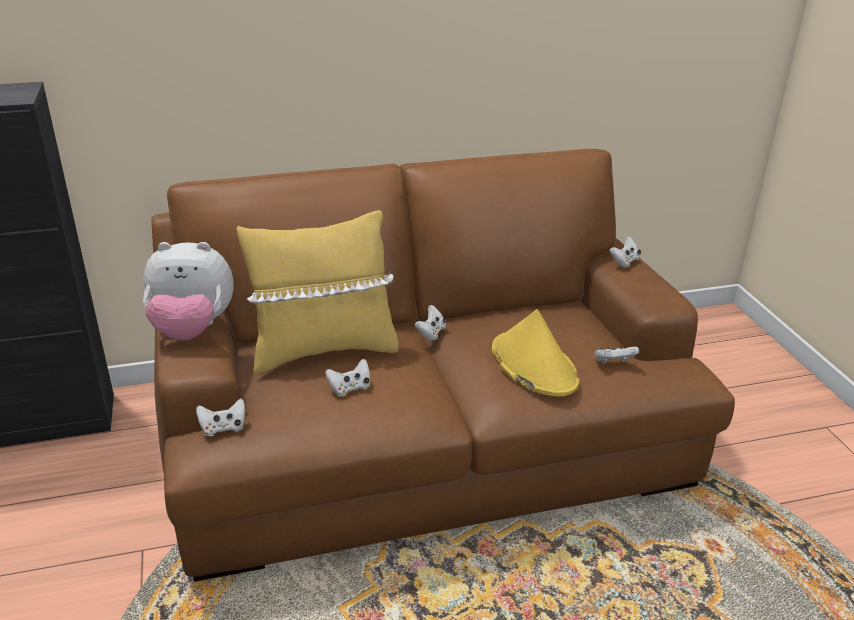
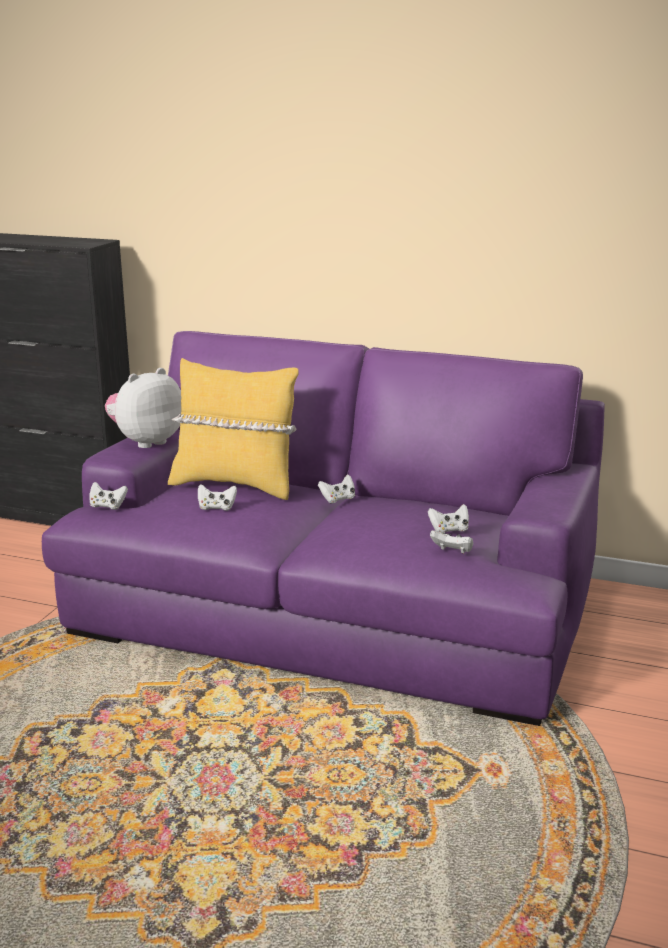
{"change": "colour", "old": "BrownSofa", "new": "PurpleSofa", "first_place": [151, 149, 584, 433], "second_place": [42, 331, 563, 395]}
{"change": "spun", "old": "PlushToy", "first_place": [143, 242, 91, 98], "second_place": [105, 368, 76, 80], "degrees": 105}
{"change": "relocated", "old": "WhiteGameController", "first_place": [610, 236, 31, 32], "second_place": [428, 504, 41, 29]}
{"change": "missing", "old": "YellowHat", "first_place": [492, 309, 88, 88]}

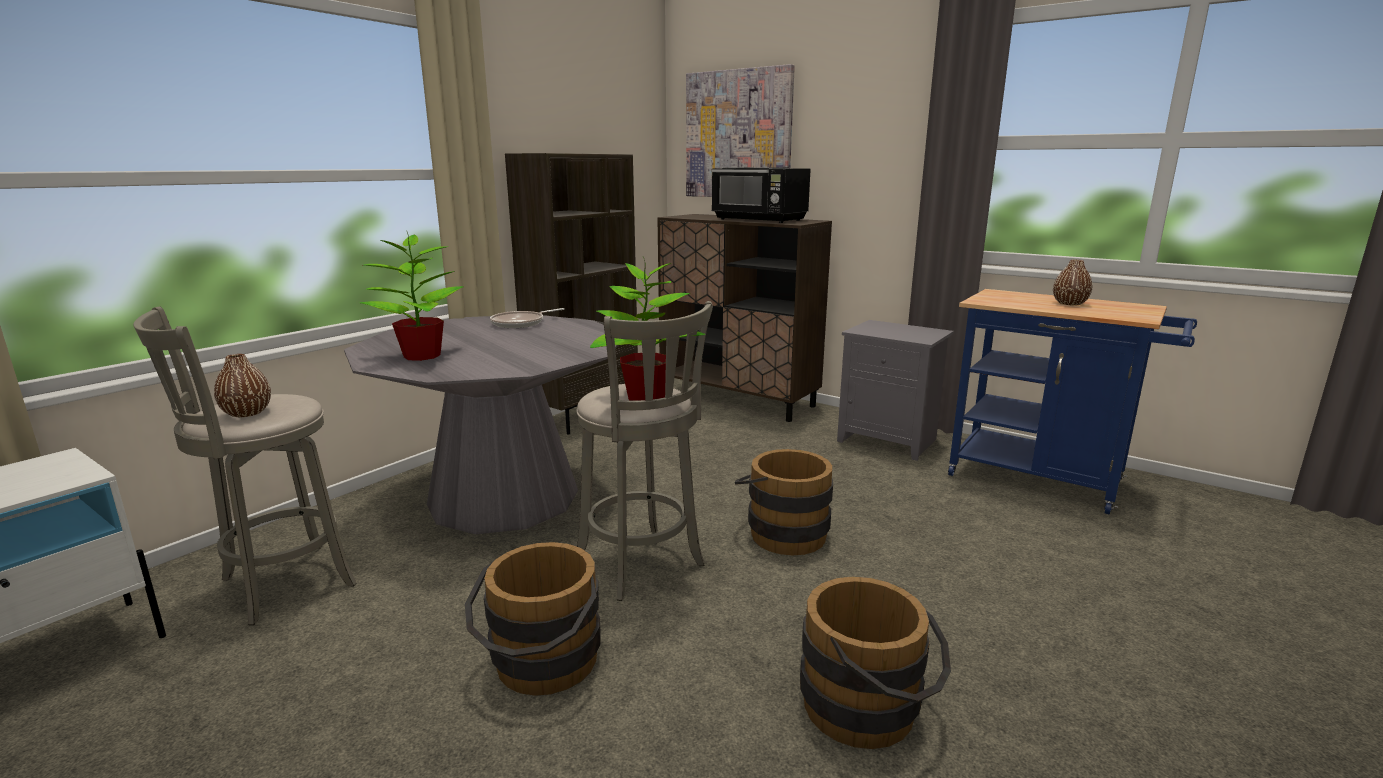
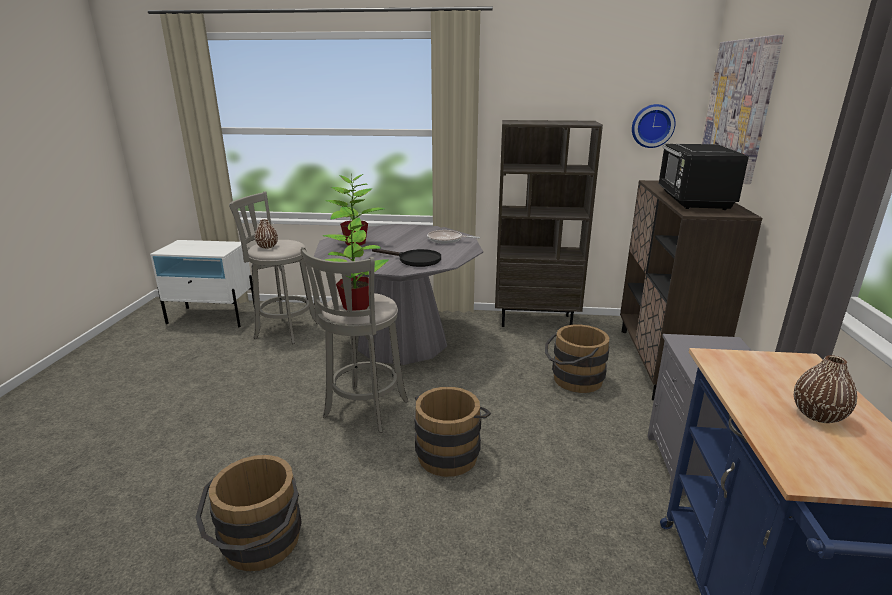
{"change": "appeared", "new": "BlackFryingPan", "second_place": [372, 249, 69, 18]}
{"change": "relocated", "old": "BrownBucket", "first_place": [465, 542, 136, 154], "second_place": [545, 325, 64, 68]}
{"change": "appeared", "new": "WallClock", "second_place": [632, 104, 43, 44]}

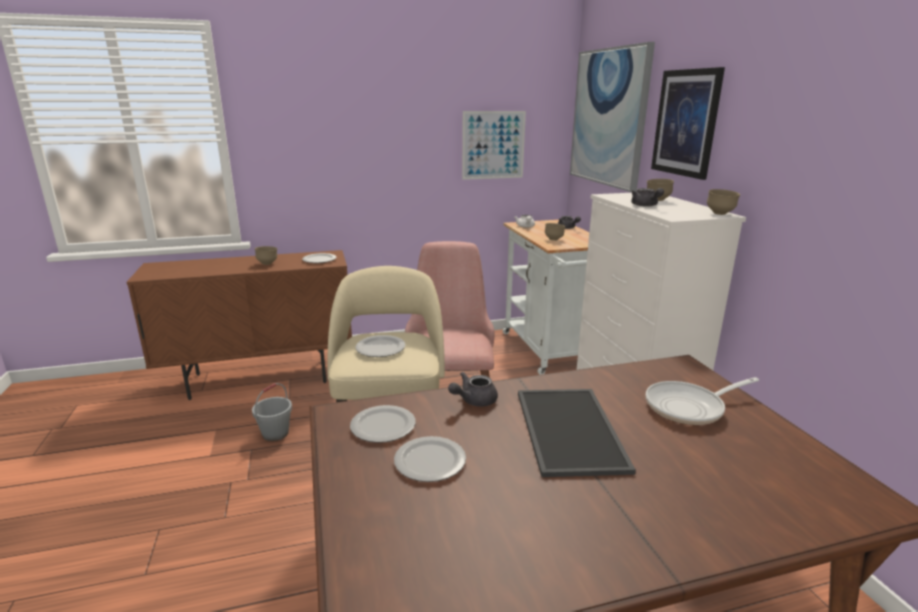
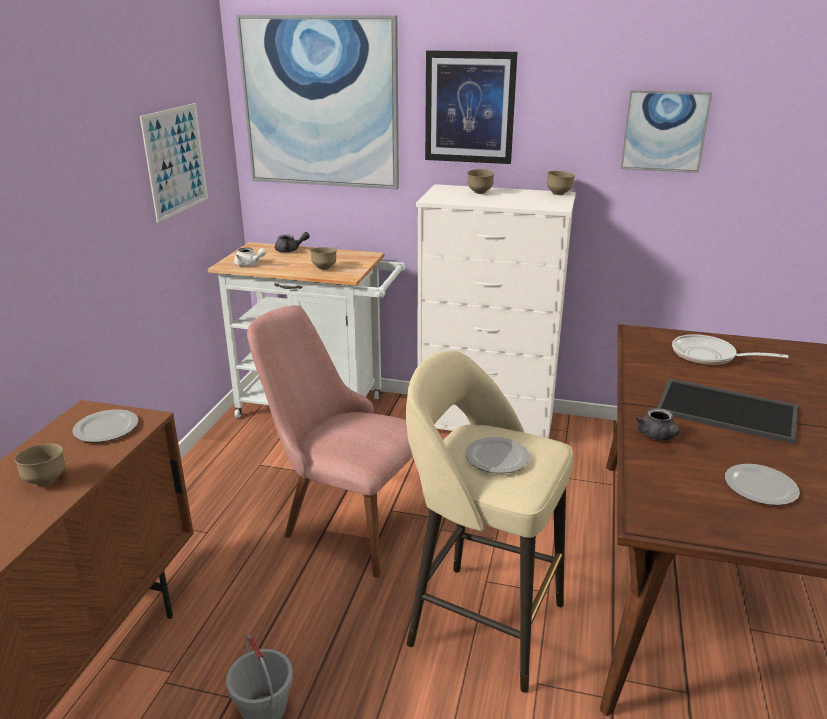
{"change": "appeared", "new": "Picture", "second_place": [620, 90, 92, 83]}
{"change": "spun", "old": "FryingPan", "first_place": [646, 377, 113, 48], "second_place": [672, 334, 117, 31], "degrees": 105}
{"change": "missing", "old": "Plate", "first_place": [350, 405, 66, 38]}
{"change": "missing", "old": "GreyTeapot", "first_place": [631, 188, 33, 19]}

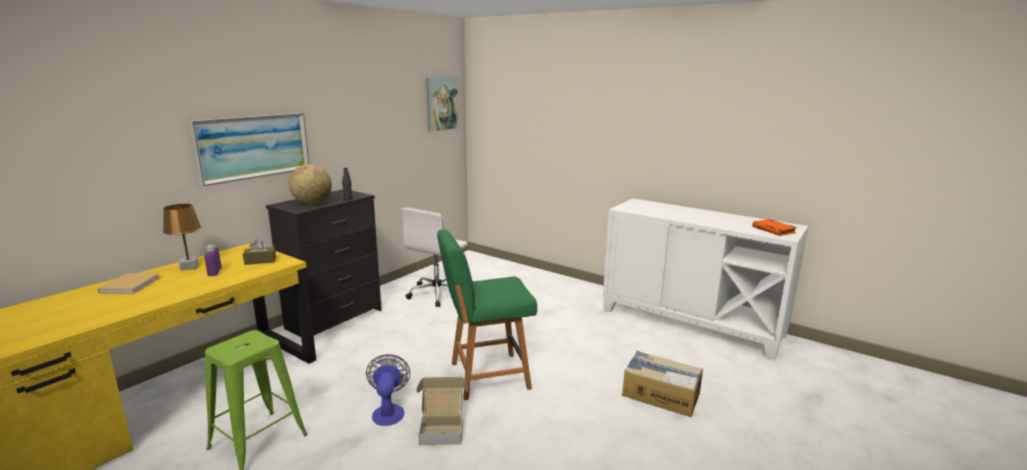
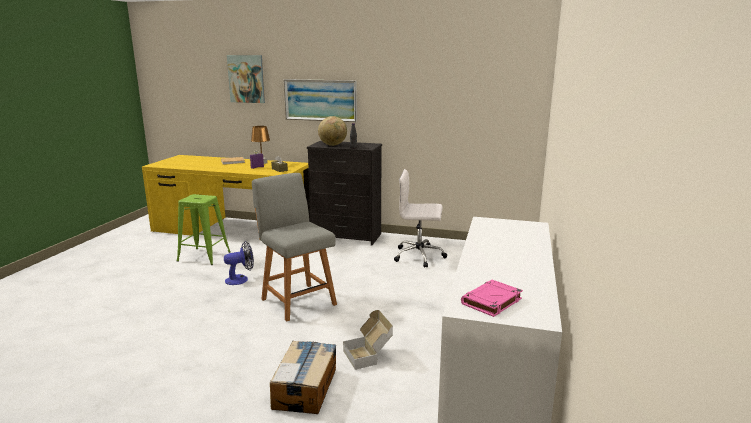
{"change": "relocated", "old": "Picture", "first_place": [426, 77, 32, 55], "second_place": [227, 55, 38, 48]}
{"change": "colour", "old": "GreenChair", "new": "GreyChair", "first_place": [437, 229, 100, 171], "second_place": [252, 173, 85, 149]}
{"change": "relocated", "old": "CardboardBox", "first_place": [417, 377, 51, 68], "second_place": [343, 310, 50, 60]}
{"change": "colour", "old": "OrangeBook", "new": "PinkBook", "first_place": [752, 219, 45, 17], "second_place": [461, 280, 62, 37]}

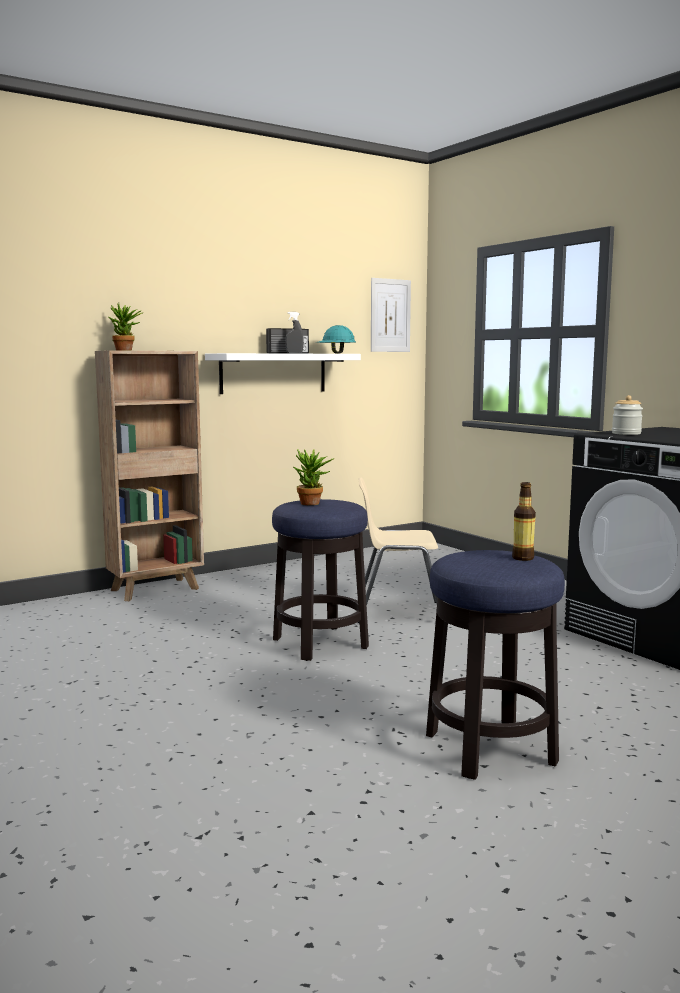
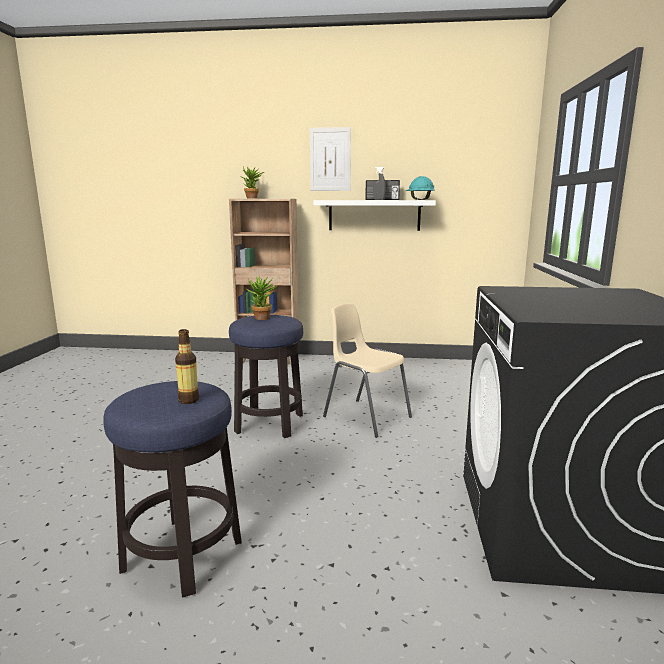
{"change": "relocated", "old": "Picture", "first_place": [371, 278, 40, 74], "second_place": [310, 127, 41, 64]}
{"change": "missing", "old": "Jar", "first_place": [612, 395, 31, 40]}

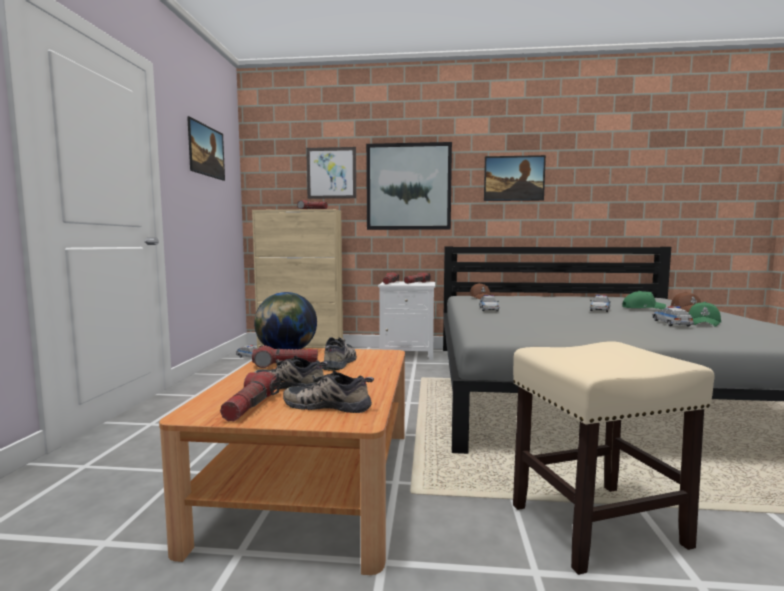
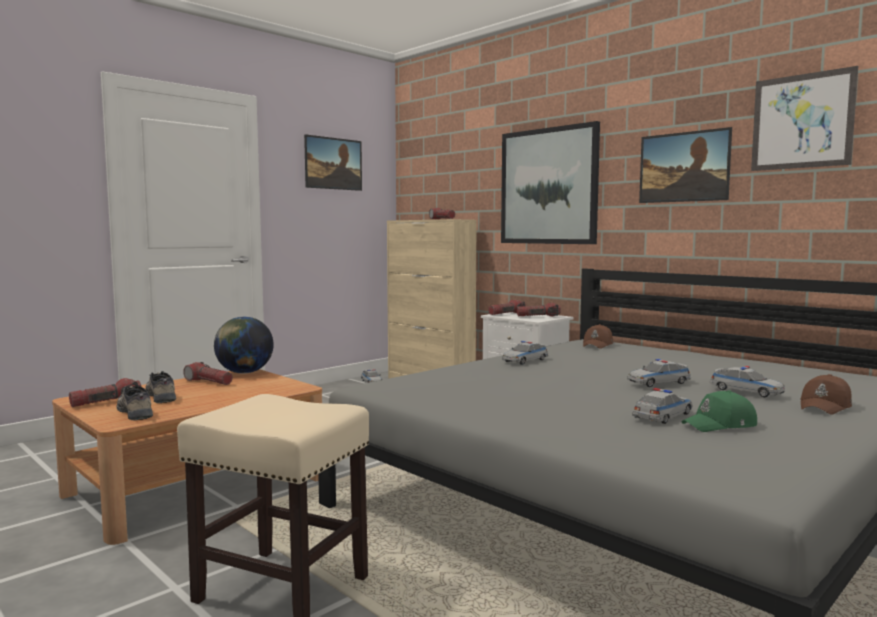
{"change": "exchanged", "old": "GreenCap", "new": "ToyCar", "first_place": [622, 291, 44, 18], "second_place": [710, 366, 75, 31]}
{"change": "relocated", "old": "Picture", "first_place": [306, 147, 50, 52], "second_place": [751, 66, 107, 105]}
{"change": "missing", "old": "Shoe", "first_place": [322, 337, 35, 34]}

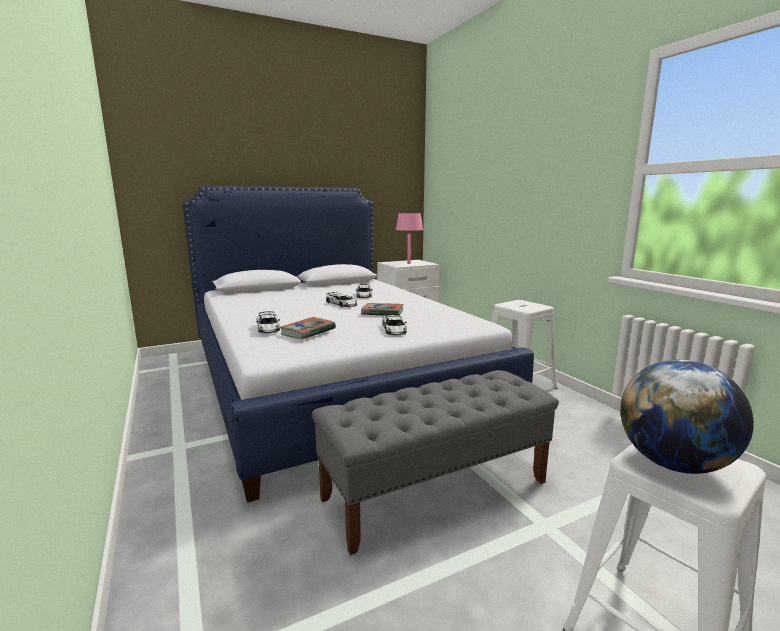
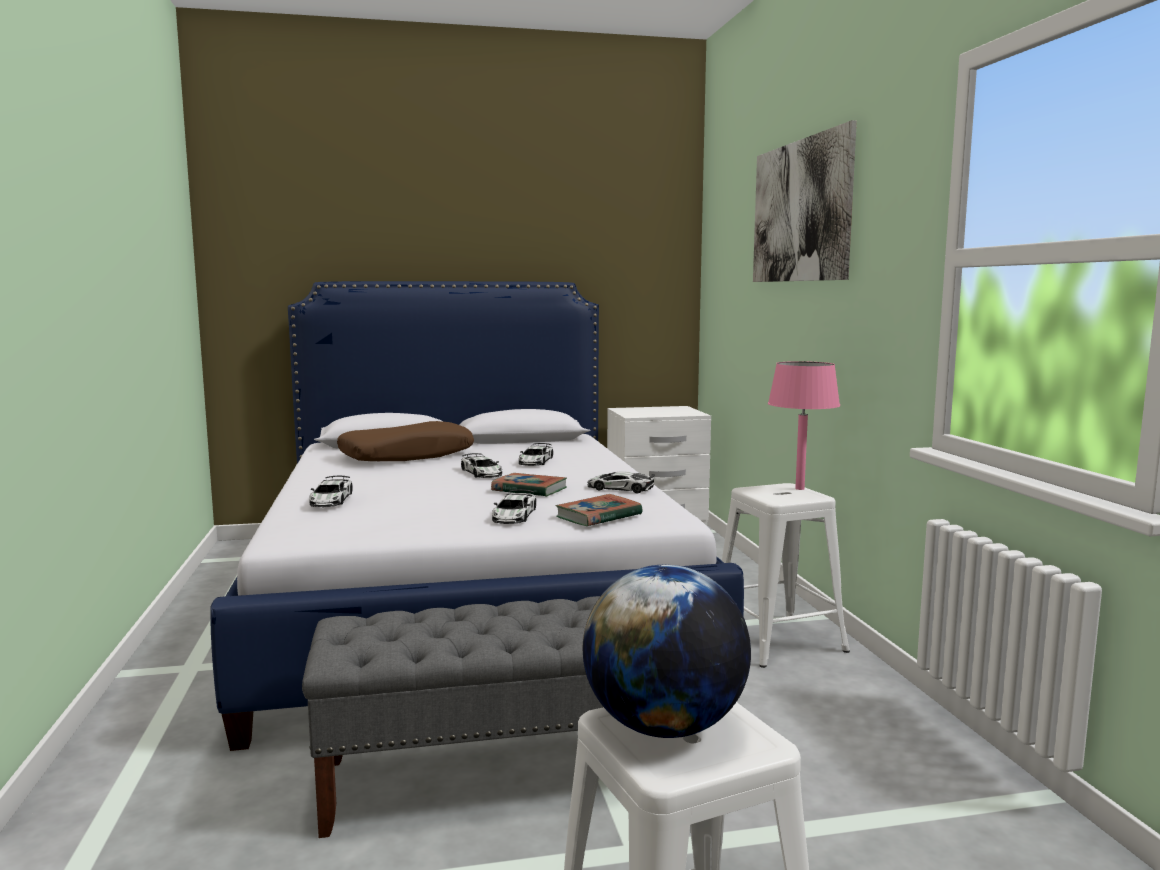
{"change": "appeared", "new": "BrownPillow", "second_place": [337, 421, 137, 40]}
{"change": "relocated", "old": "Book", "first_place": [280, 317, 56, 22], "second_place": [556, 494, 86, 32]}
{"change": "appeared", "new": "ToyCar", "second_place": [587, 471, 68, 23]}
{"change": "appeared", "new": "Picture", "second_place": [753, 120, 104, 162]}
{"change": "relocated", "old": "PinkTableLamp", "first_place": [396, 213, 27, 51], "second_place": [768, 361, 72, 129]}

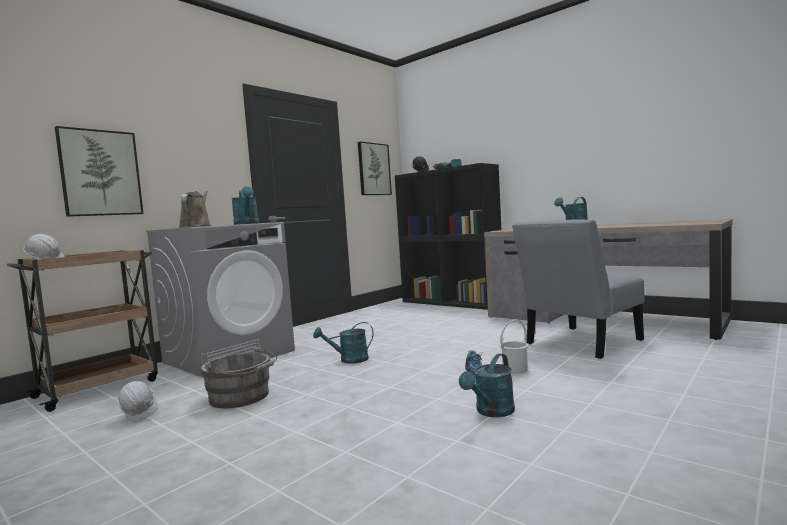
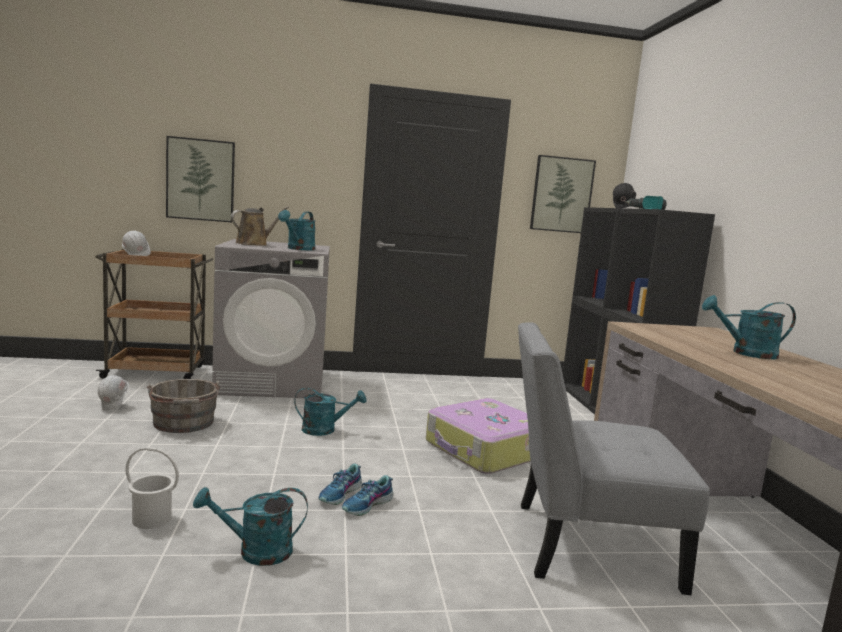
{"change": "relocated", "old": "WhiteBucket", "first_place": [500, 319, 29, 55], "second_place": [125, 447, 54, 82]}
{"change": "spun", "old": "TurquoiseWateringCan", "first_place": [313, 322, 60, 42], "second_place": [294, 388, 72, 48], "degrees": 150}
{"change": "appeared", "new": "Shoe", "second_place": [318, 464, 44, 41]}
{"change": "appeared", "new": "Suitcase", "second_place": [426, 398, 105, 76]}

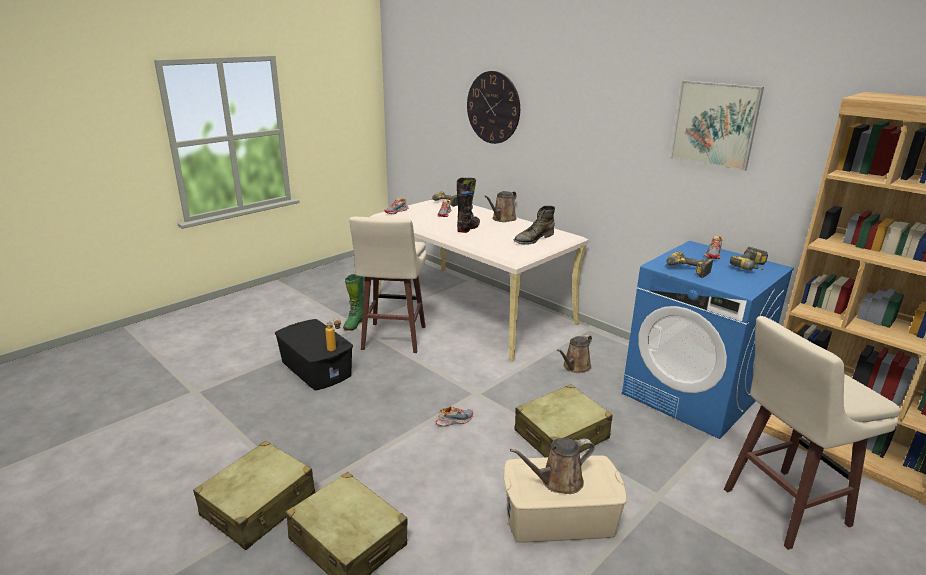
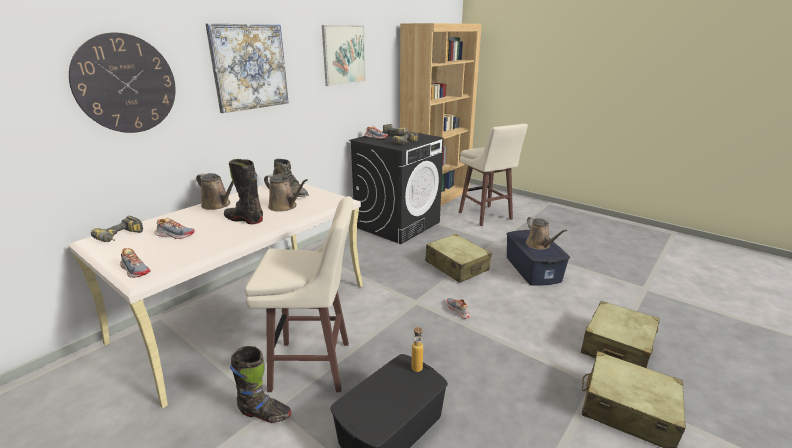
{"change": "appeared", "new": "Picture", "second_place": [206, 24, 83, 89]}
{"change": "colour", "old": "GreenBoot", "new": "BlackBoot", "first_place": [343, 274, 21, 57], "second_place": [230, 346, 61, 77]}
{"change": "relocated", "old": "BrownWateringCan", "first_place": [557, 334, 35, 39], "second_place": [264, 174, 44, 38]}
{"change": "colour", "old": "BlueWashingMachine", "new": "BlackWashingMachine", "first_place": [622, 241, 172, 198], "second_place": [349, 131, 95, 113]}
{"change": "colour", "old": "BeigeStorageBox", "new": "BlueStorageBox", "first_place": [503, 456, 124, 87], "second_place": [507, 230, 63, 56]}

